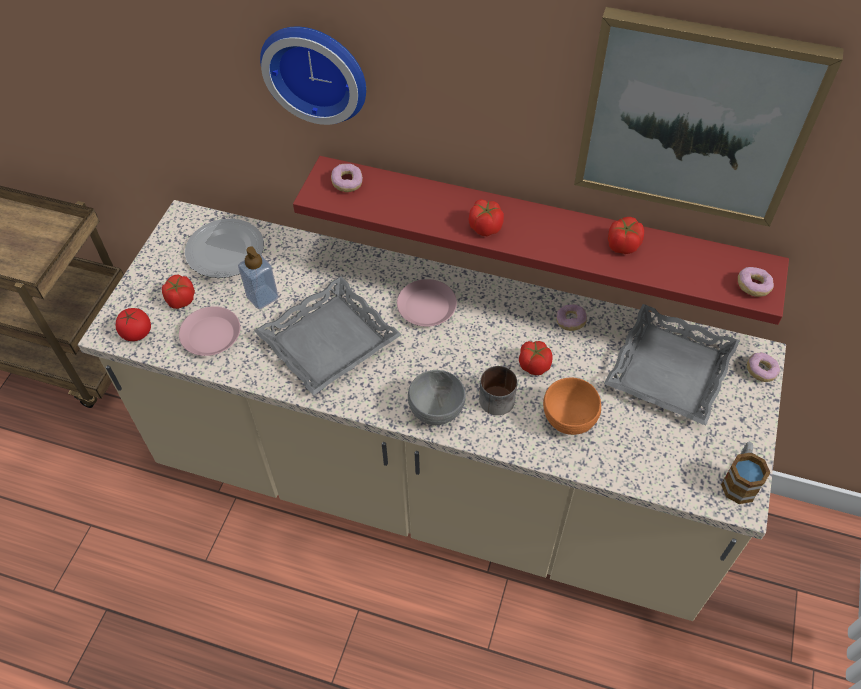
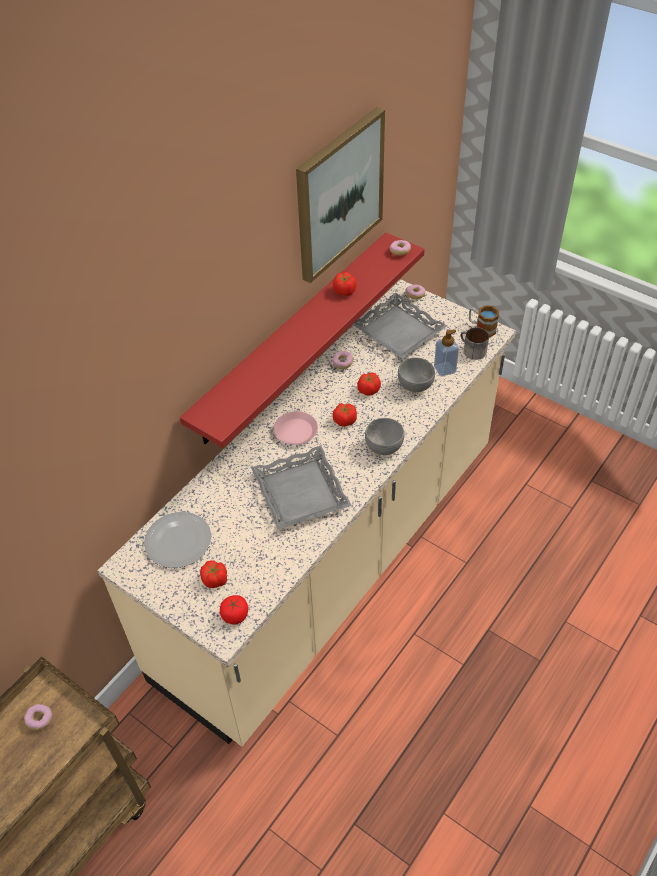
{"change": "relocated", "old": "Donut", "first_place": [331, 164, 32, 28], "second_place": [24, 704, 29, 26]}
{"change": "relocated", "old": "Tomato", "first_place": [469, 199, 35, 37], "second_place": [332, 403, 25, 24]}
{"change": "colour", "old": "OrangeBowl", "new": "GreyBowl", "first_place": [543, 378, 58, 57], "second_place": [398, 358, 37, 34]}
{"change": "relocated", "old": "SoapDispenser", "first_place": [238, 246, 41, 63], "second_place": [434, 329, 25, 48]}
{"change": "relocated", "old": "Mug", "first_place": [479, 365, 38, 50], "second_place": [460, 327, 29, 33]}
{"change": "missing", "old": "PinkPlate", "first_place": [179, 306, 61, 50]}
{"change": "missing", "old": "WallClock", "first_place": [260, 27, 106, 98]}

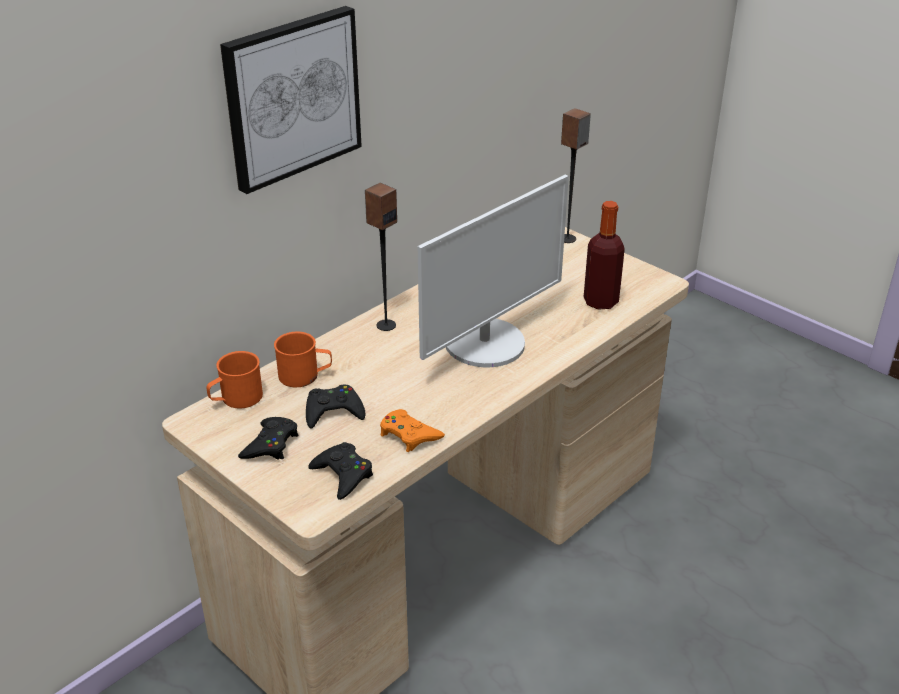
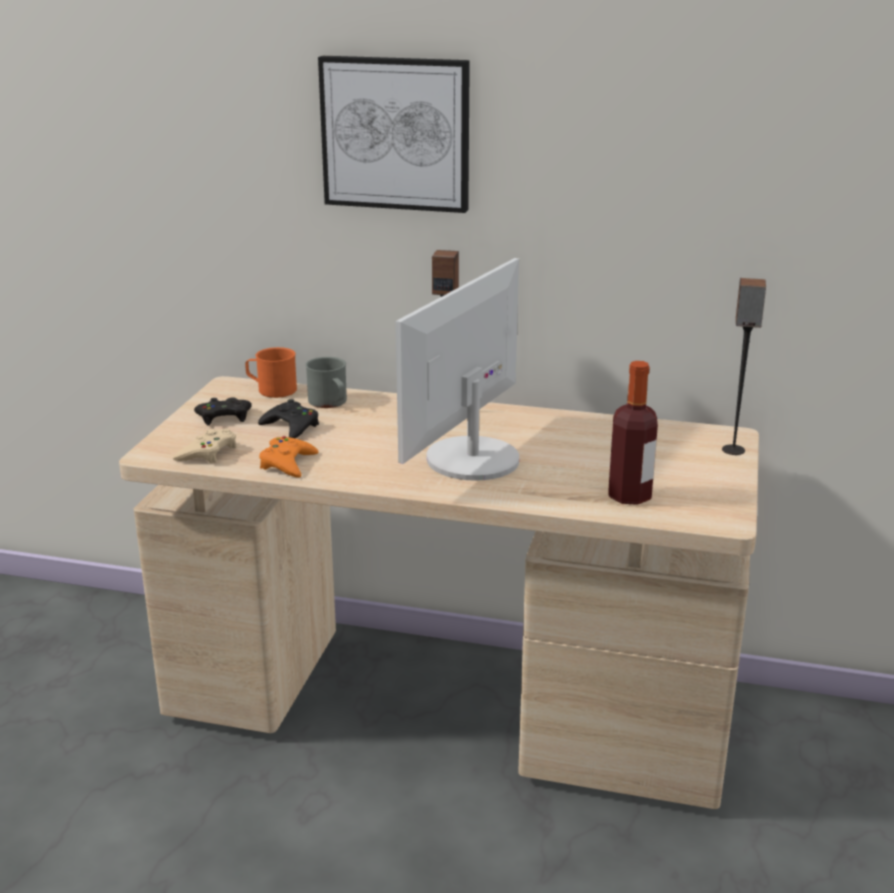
{"change": "colour", "old": "BlackGameController", "new": "BeigeGameController", "first_place": [308, 442, 65, 58], "second_place": [173, 428, 64, 35]}
{"change": "colour", "old": "OrangeMug", "new": "GreyMug", "first_place": [274, 332, 58, 55], "second_place": [305, 357, 42, 51]}
{"change": "spun", "old": "Monitor", "first_place": [418, 175, 151, 192], "second_place": [396, 258, 123, 223], "degrees": 105}

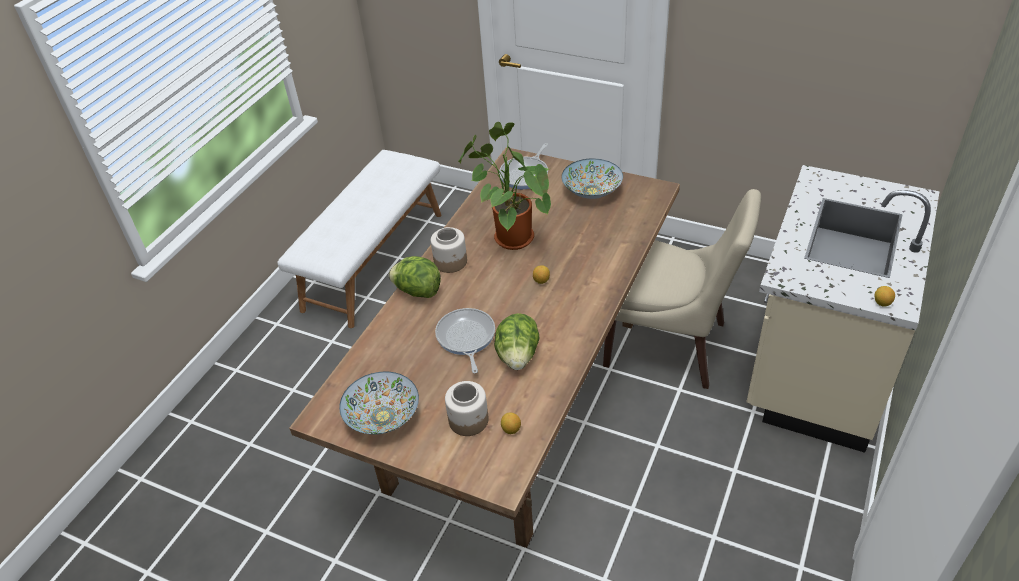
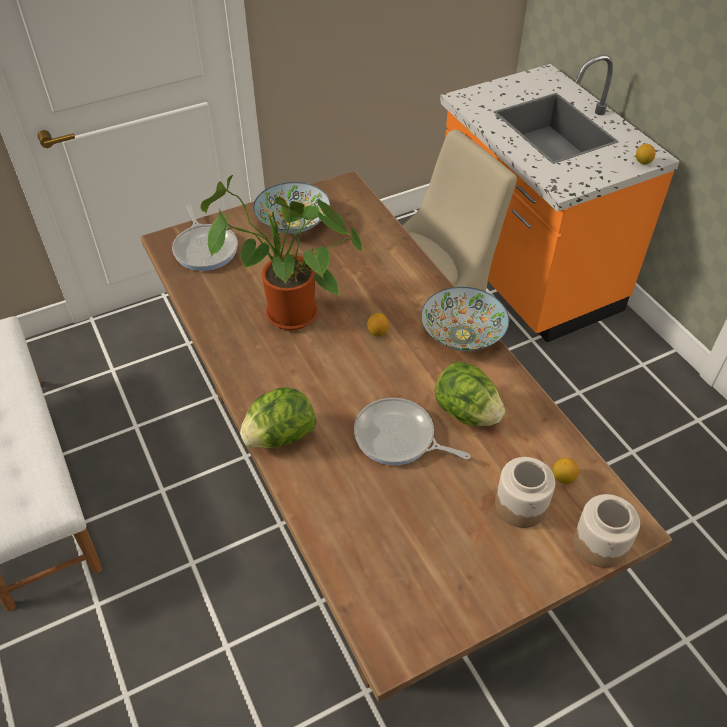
{"change": "relocated", "old": "Bowl", "first_place": [339, 372, 80, 63], "second_place": [421, 287, 88, 64]}
{"change": "colour", "old": "BeigeCounter", "new": "OrangeCounter", "first_place": [746, 165, 194, 288], "second_place": [440, 55, 240, 287]}
{"change": "relocated", "old": "Jar", "first_place": [431, 227, 36, 46], "second_place": [573, 494, 67, 74]}

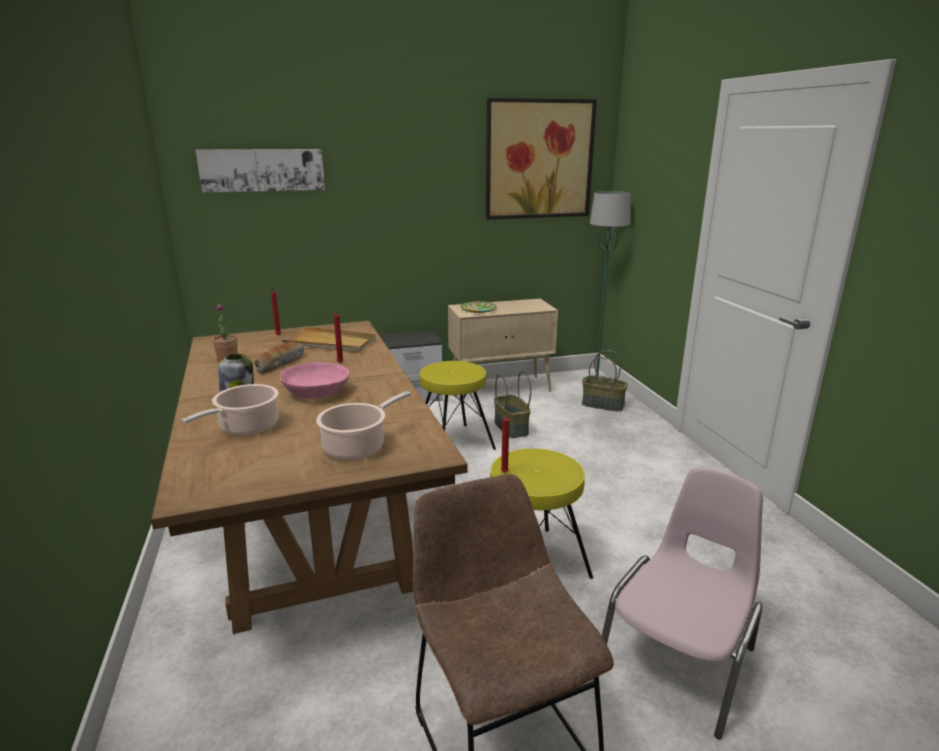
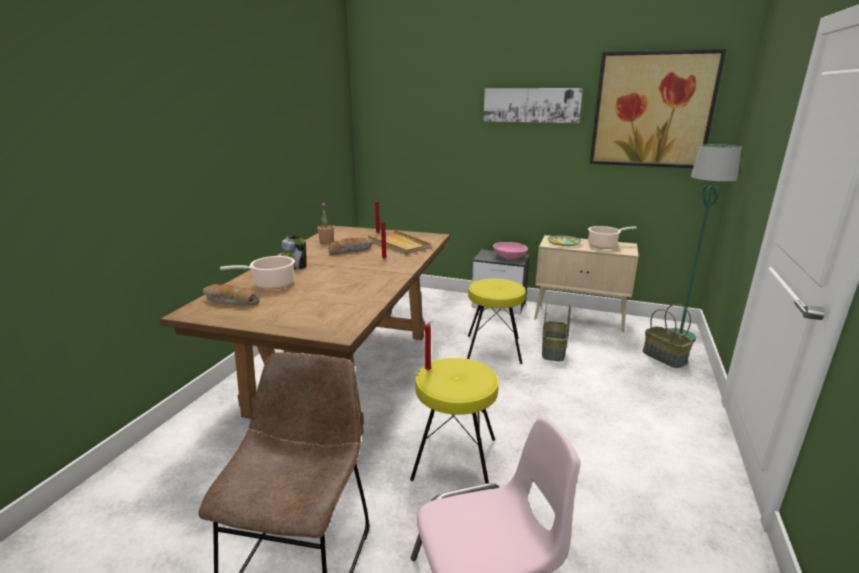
{"change": "appeared", "new": "Bread", "second_place": [203, 284, 57, 22]}
{"change": "relocated", "old": "Picture", "first_place": [196, 149, 129, 44], "second_place": [484, 88, 99, 35]}
{"change": "relocated", "old": "PinkBowl", "first_place": [280, 362, 70, 37], "second_place": [493, 242, 35, 17]}
{"change": "relocated", "old": "CookingPot", "first_place": [316, 391, 95, 69], "second_place": [588, 226, 49, 23]}

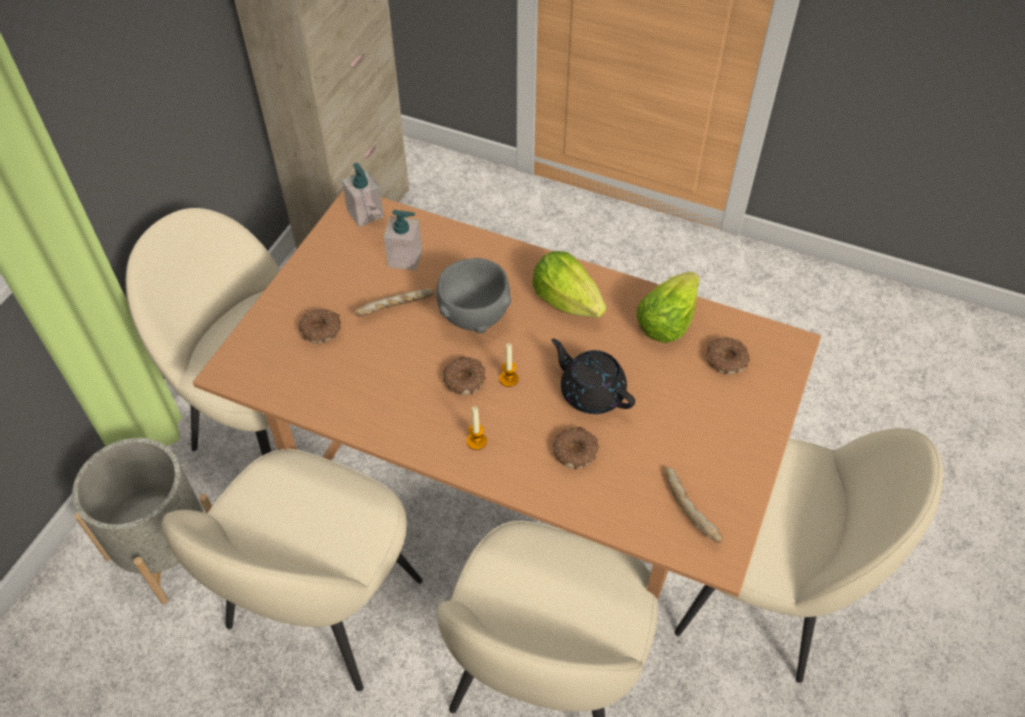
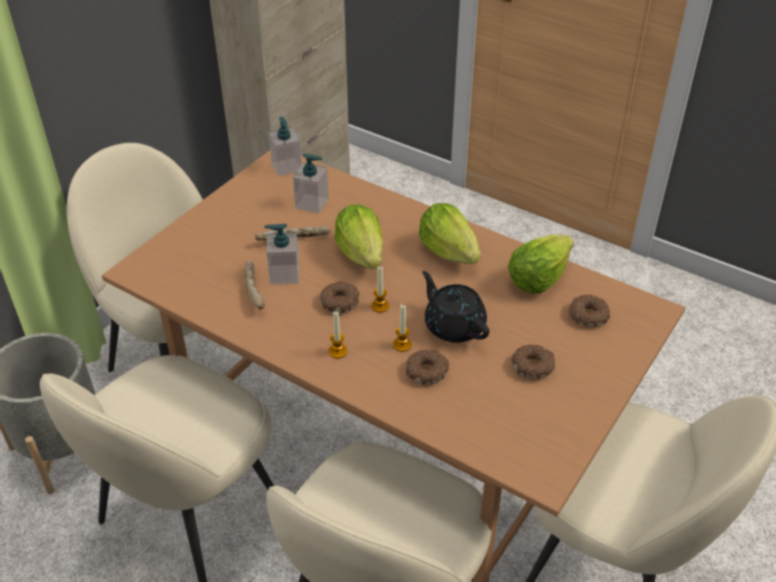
{"change": "relocated", "old": "Bread", "first_place": [665, 467, 58, 76], "second_place": [244, 260, 21, 50]}
{"change": "appeared", "new": "SoapDispenser", "second_place": [264, 224, 35, 61]}
{"change": "exchanged", "old": "GreyBowl", "new": "Lettuce", "first_place": [436, 258, 75, 75], "second_place": [334, 204, 49, 65]}
{"change": "appeared", "new": "Candle", "second_place": [393, 305, 19, 47]}
{"change": "relocated", "old": "Donut", "first_place": [298, 308, 43, 35], "second_place": [512, 344, 43, 35]}

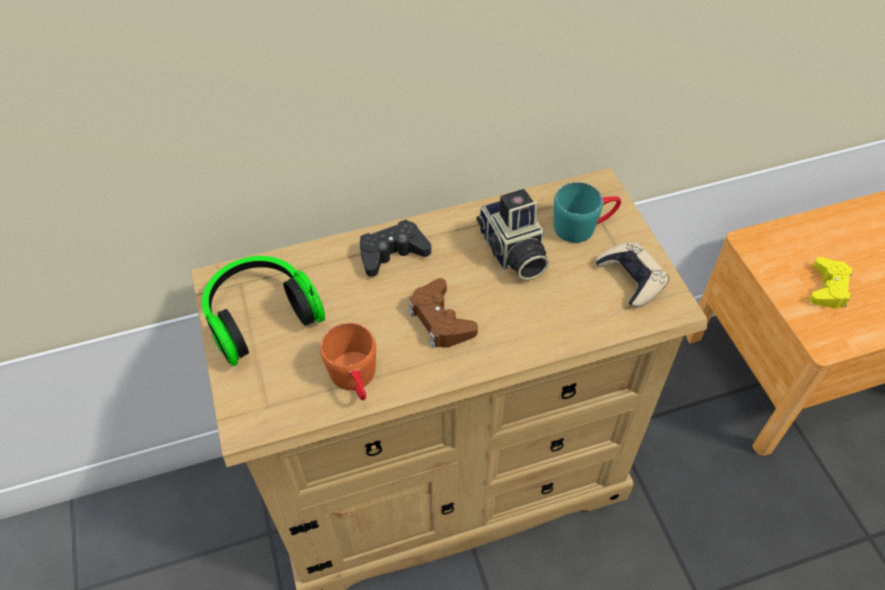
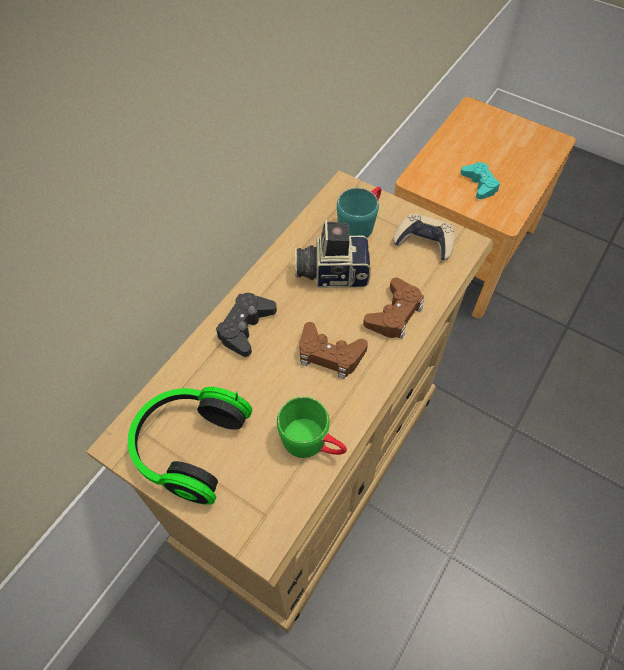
{"change": "colour", "old": "OrangeMug", "new": "GreenMug", "first_place": [320, 323, 56, 77], "second_place": [277, 397, 70, 61]}
{"change": "spun", "old": "PhotoCamera", "first_place": [476, 189, 73, 91], "second_place": [295, 219, 76, 69], "degrees": 150}
{"change": "appeared", "new": "BrownGameController", "second_place": [363, 278, 61, 61]}
{"change": "colour", "old": "YellowGameController", "new": "TurquoiseGameController", "first_place": [809, 257, 43, 51], "second_place": [460, 162, 40, 37]}

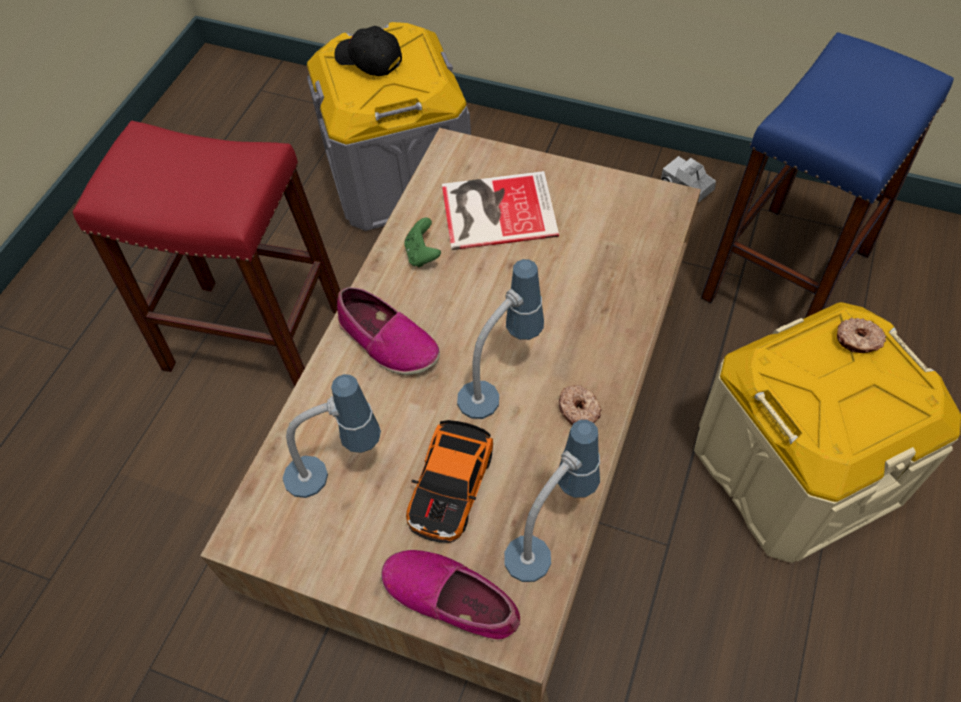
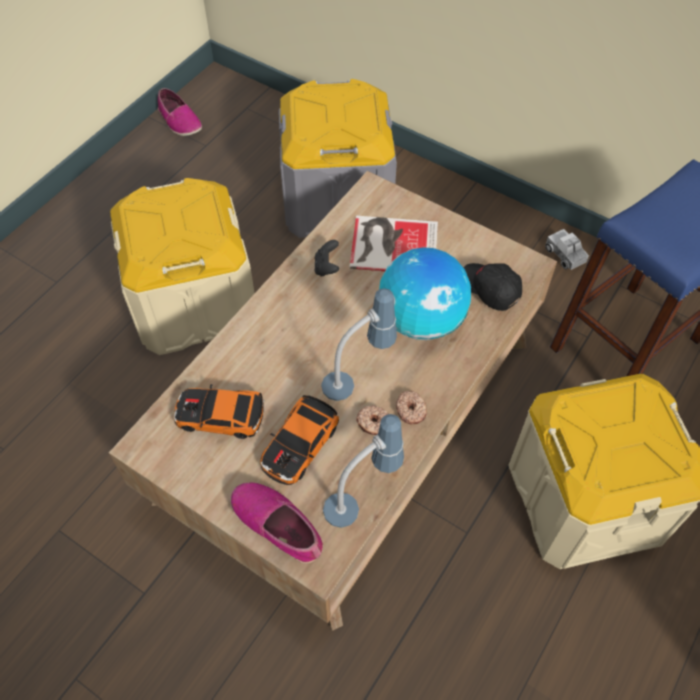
{"change": "exchanged", "old": "RedStool", "new": "BeigeStorageBox", "first_place": [73, 120, 267, 266], "second_place": [110, 178, 145, 177]}
{"change": "relocated", "old": "Shoe", "first_place": [337, 287, 103, 88], "second_place": [158, 88, 44, 48]}
{"change": "exchanged", "old": "TableLamp", "new": "ToyCar", "first_place": [283, 374, 98, 124], "second_place": [174, 384, 91, 55]}
{"change": "colour", "old": "GreenGameController", "new": "BlackGameController", "first_place": [404, 218, 37, 49], "second_place": [314, 240, 25, 37]}
{"change": "relocated", "old": "Donut", "first_place": [837, 318, 49, 35], "second_place": [356, 405, 32, 30]}
{"change": "appeared", "new": "Globe", "second_place": [379, 247, 92, 93]}
{"change": "relocated", "old": "BlackCap", "first_place": [334, 26, 68, 50], "second_place": [463, 263, 59, 48]}

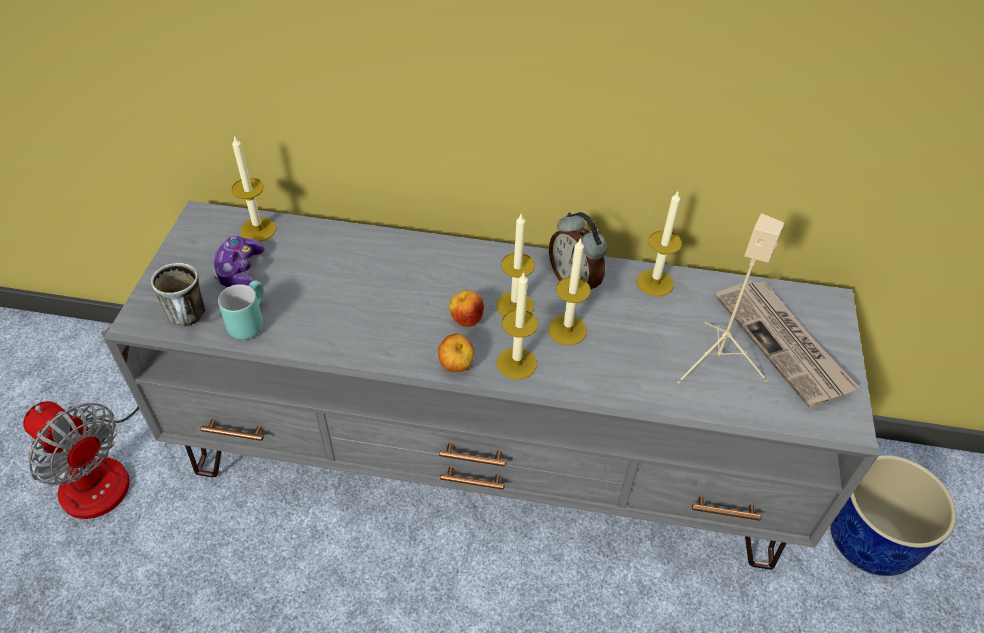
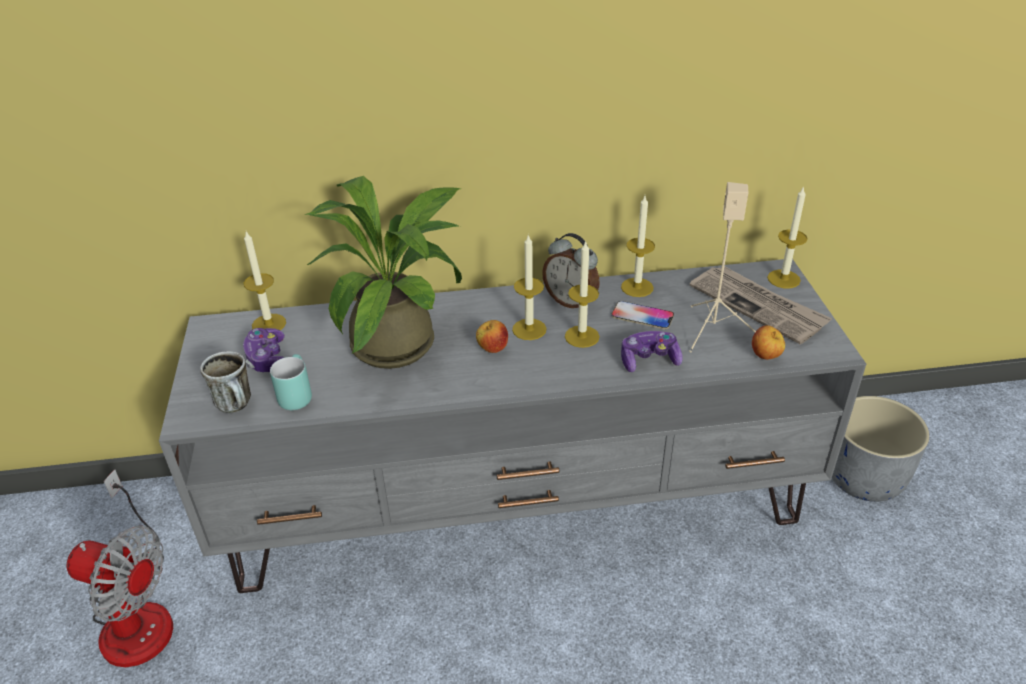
{"change": "appeared", "new": "PottedPlant", "second_place": [305, 176, 157, 193]}
{"change": "appeared", "new": "Phone", "second_place": [611, 301, 63, 28]}
{"change": "appeared", "new": "GameController", "second_place": [621, 331, 62, 41]}
{"change": "relocated", "old": "Apple", "first_place": [438, 334, 36, 38], "second_place": [752, 325, 33, 35]}
{"change": "relocated", "old": "Candle", "first_place": [497, 272, 41, 107], "second_place": [767, 186, 41, 102]}
{"change": "colour", "old": "BluePlanter", "new": "GreyPlanter", "first_place": [830, 455, 126, 121], "second_place": [832, 396, 98, 106]}

